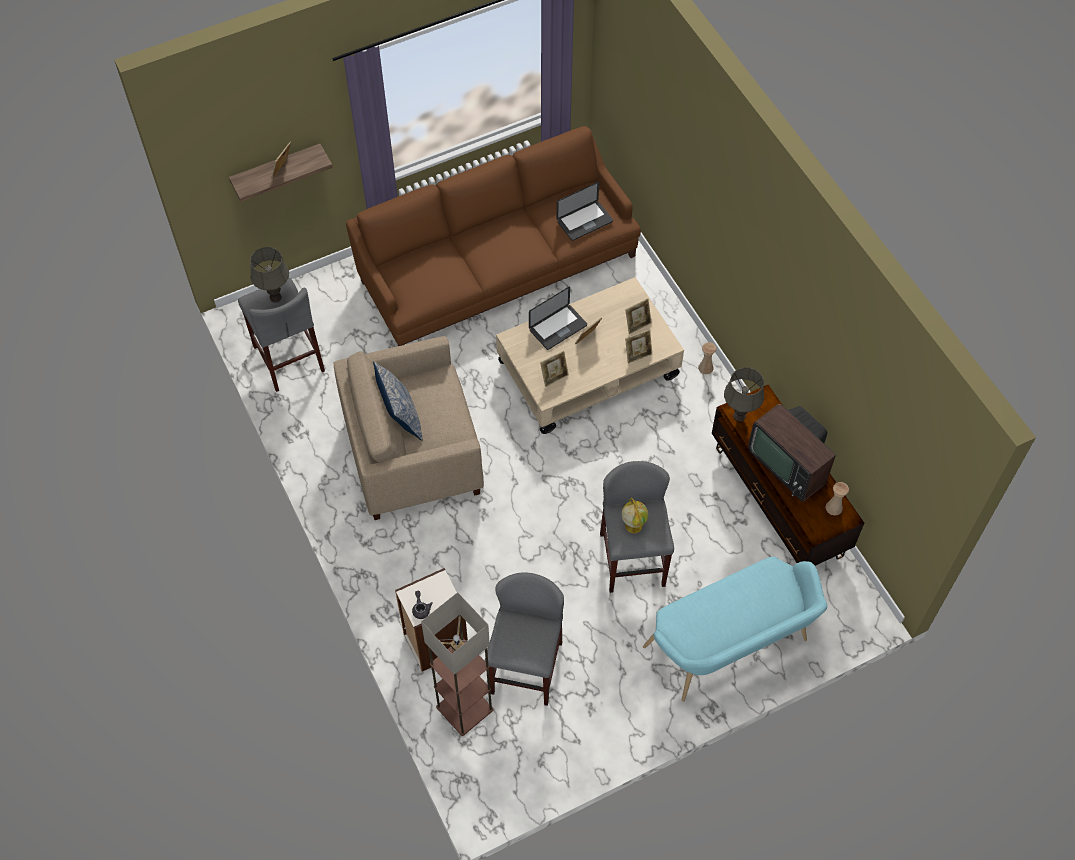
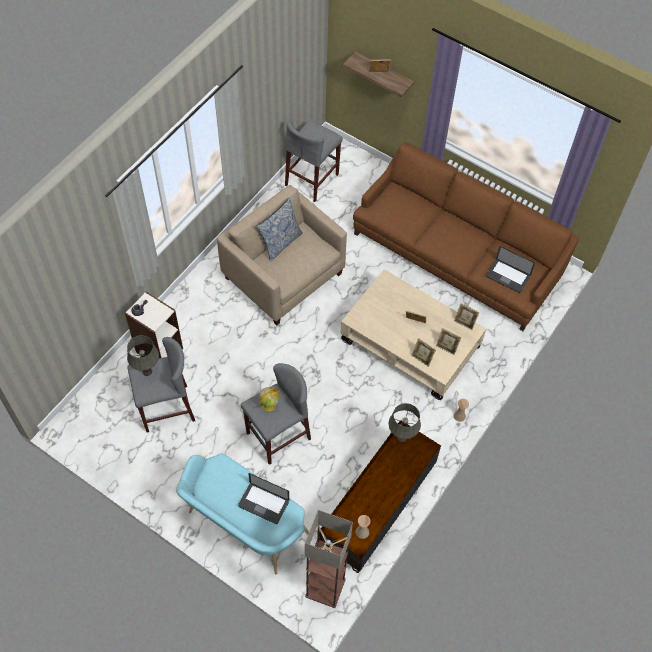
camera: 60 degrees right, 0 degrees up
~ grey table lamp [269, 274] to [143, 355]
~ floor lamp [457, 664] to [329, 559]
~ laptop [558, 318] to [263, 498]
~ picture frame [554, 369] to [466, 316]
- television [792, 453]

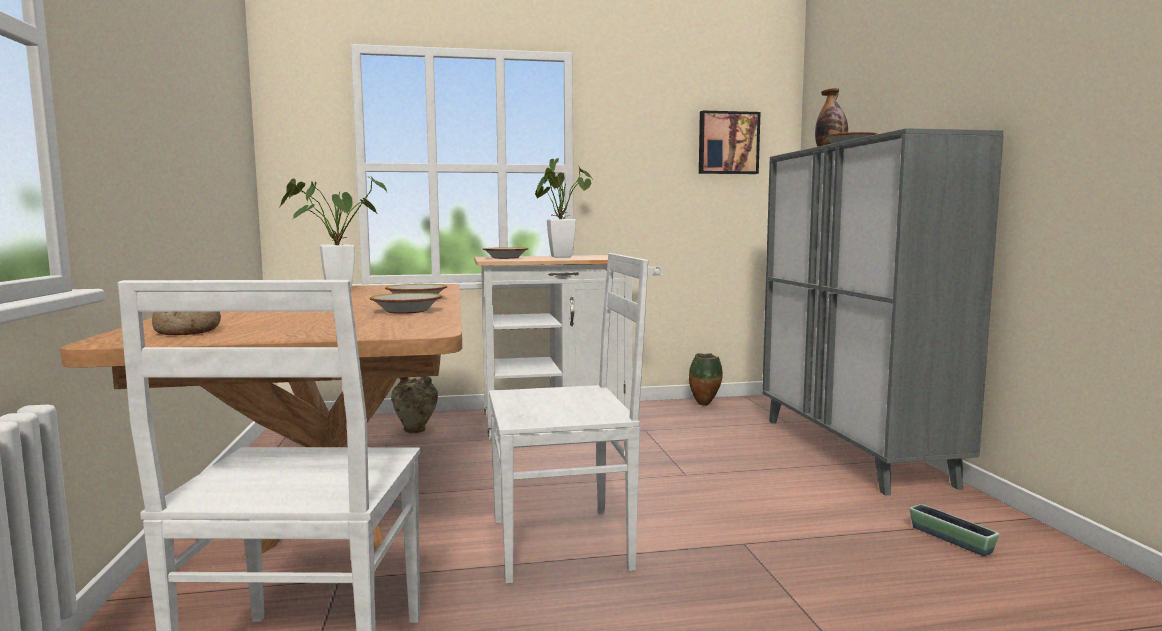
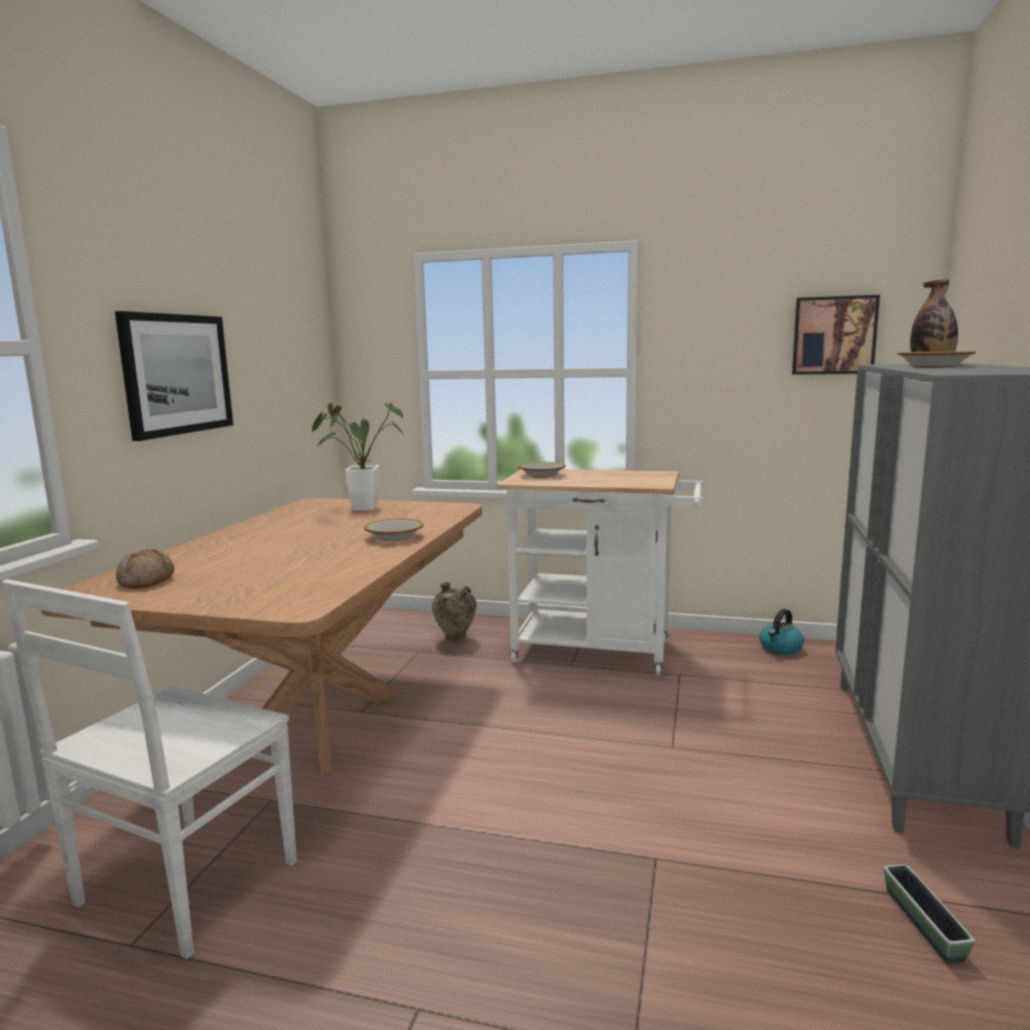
camera: 25 degrees right, 5 degrees up
- bowl [406, 303]
- white chair [568, 418]
- potted plant [564, 208]
~ vase [706, 379] to kettle [781, 632]
+ picture [174, 376]

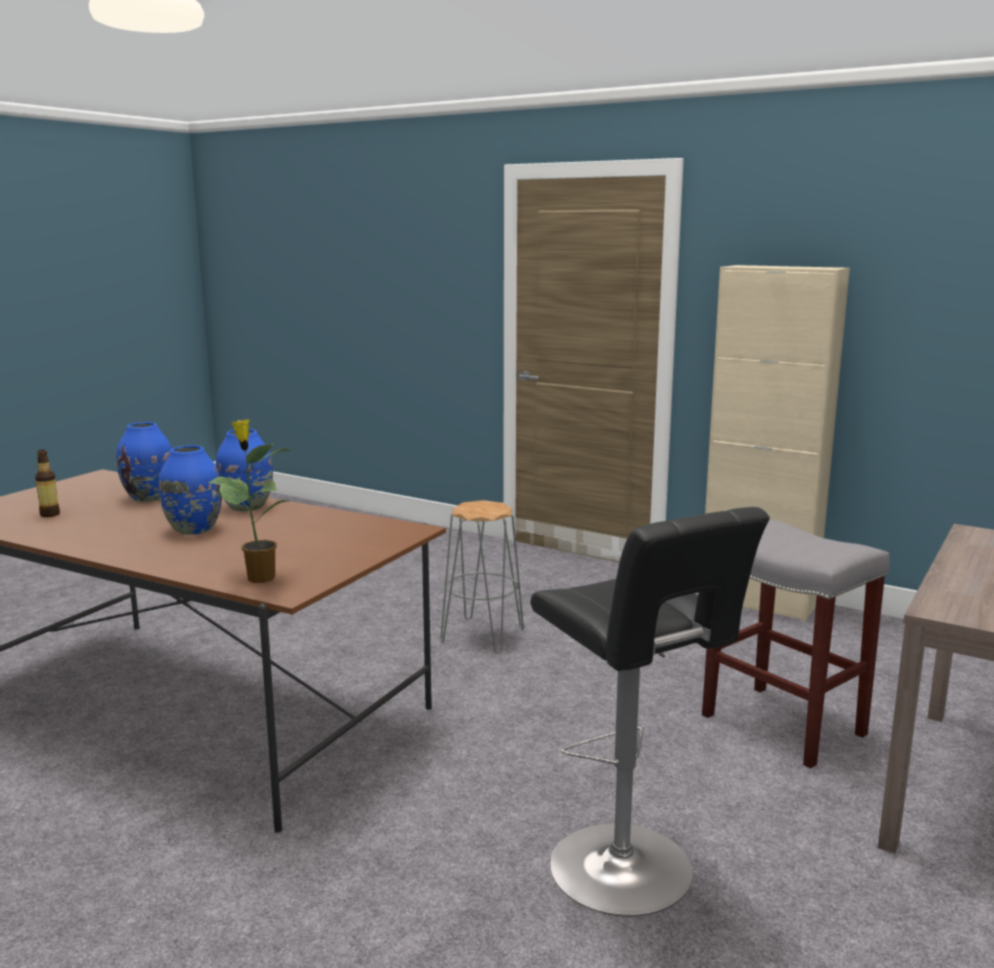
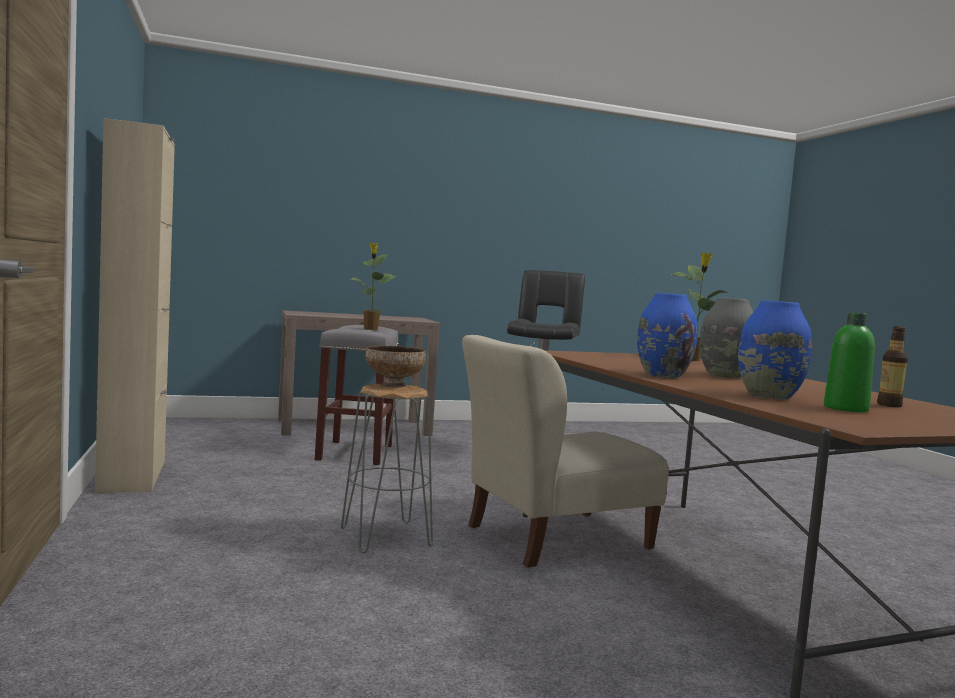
camera: 140 degrees left, 10 degrees down
~ blue vase [190, 490] to grey vase [726, 337]
+ potted plant [373, 286]
+ bowl [395, 366]
+ beige chair [565, 451]
+ green bottle [849, 362]

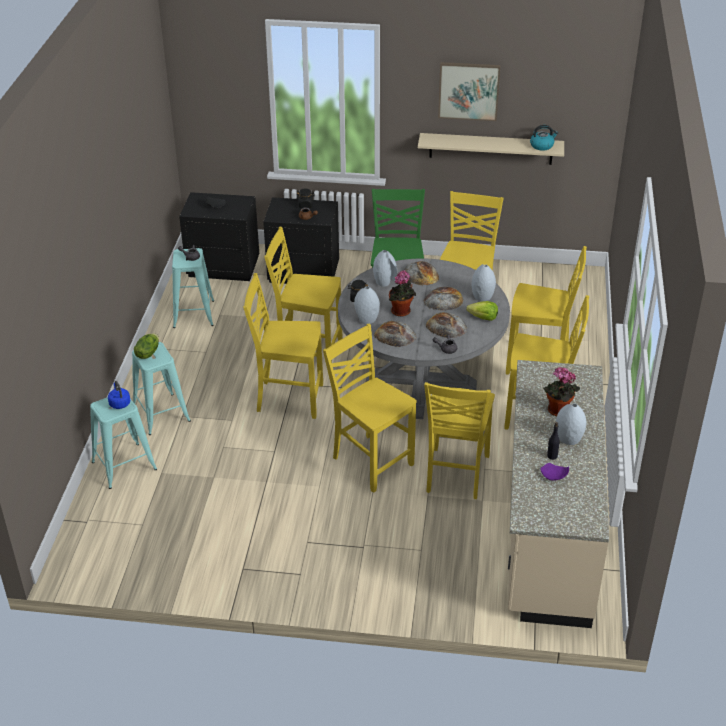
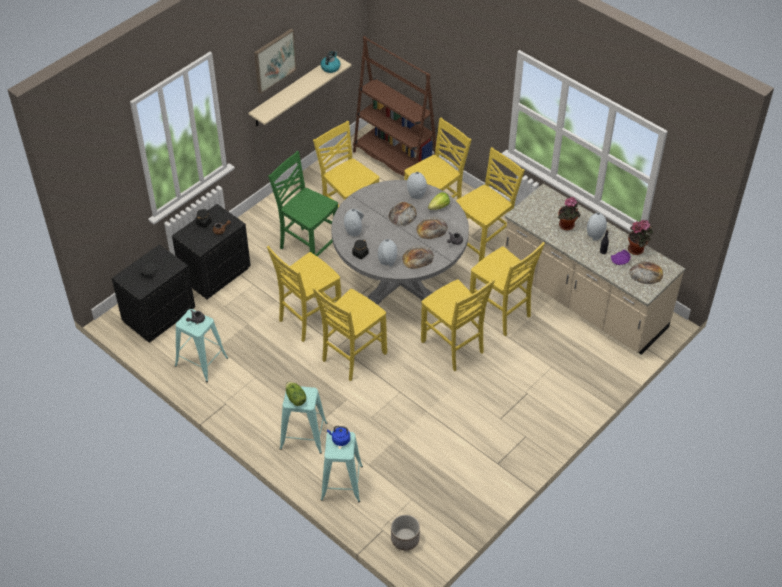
camera: 55 degrees left, 10 degrees up
~ yellow chair [370, 408] = [458, 324] 120 degrees counterclockwise
~ potted plant [402, 293] to [640, 237]
~ bread [421, 273] to [646, 272]
+ brown bookcase [394, 106]
+ planter [405, 532]

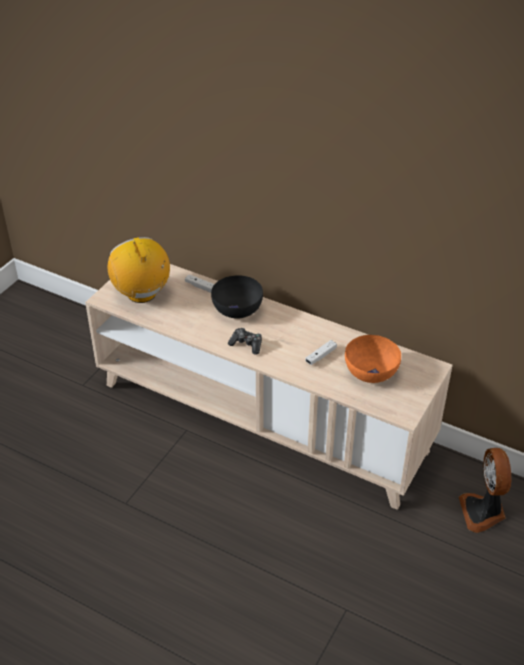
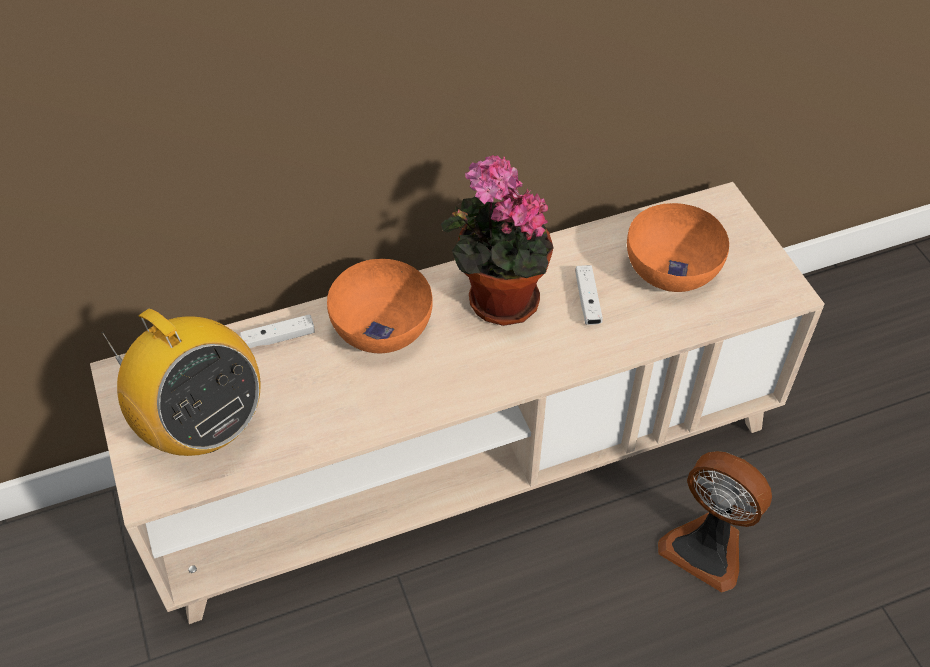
camera: 50 degrees left, 10 degrees up
~ radio [139, 270] = [181, 382] 150 degrees counterclockwise
~ black bowl [237, 297] to orange bowl [380, 306]
- game controller [245, 341]
~ fan [485, 490] to [715, 521]
+ potted plant [497, 240]

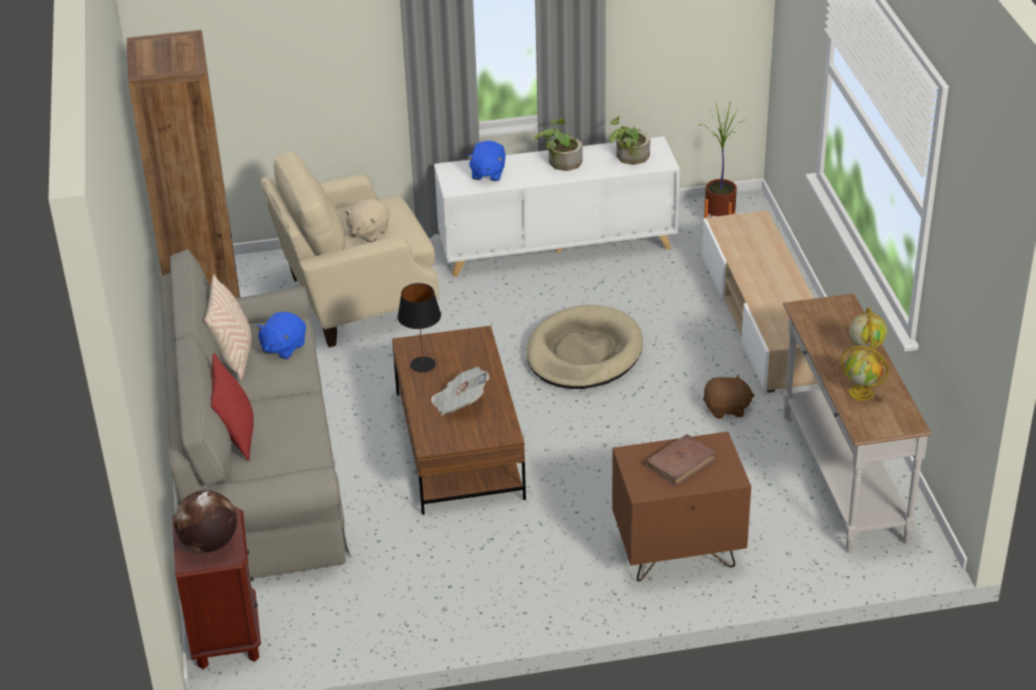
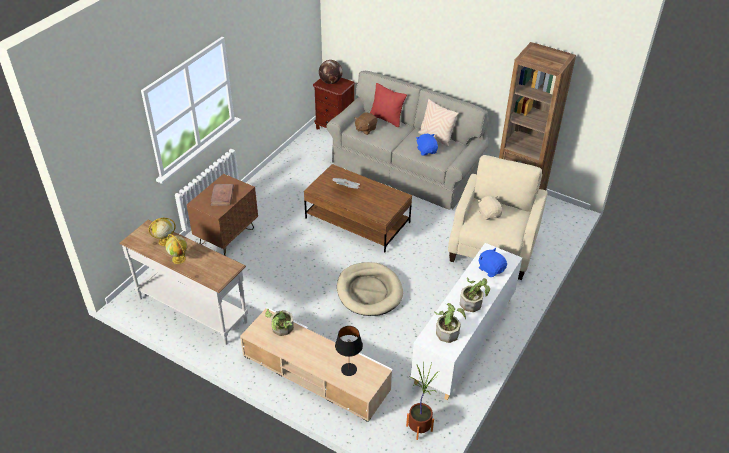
camera: 130 degrees right, 5 degrees up
~ black table lamp [419, 327] to [349, 351]
~ brown plush toy [729, 396] to [366, 124]
+ potted plant [279, 322]

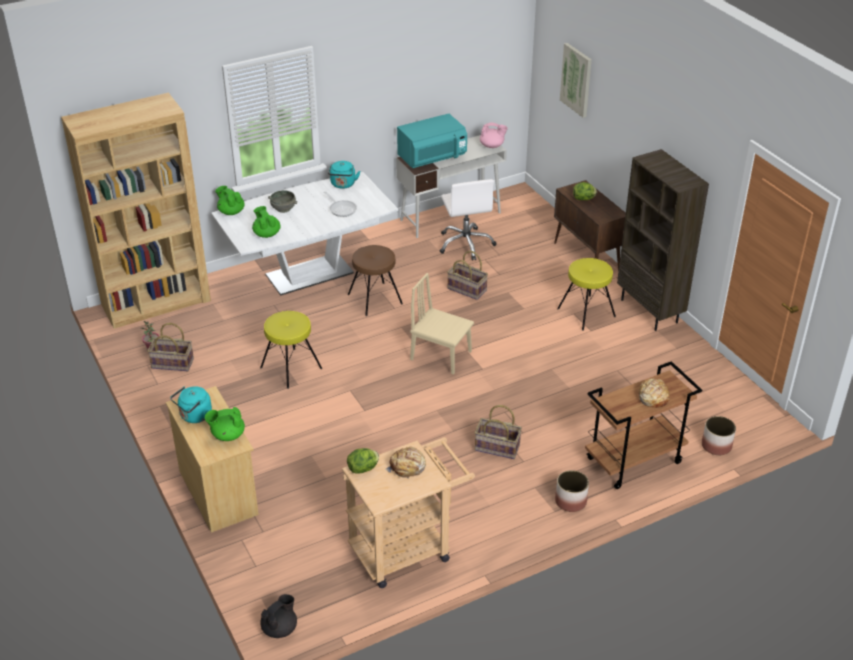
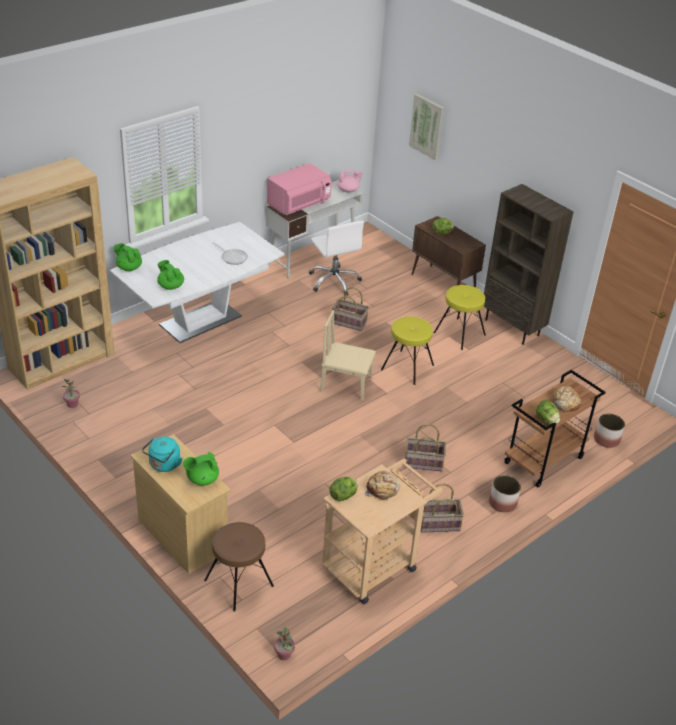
camera: 15 degrees left, 0 degrees up
~ basket [171, 347] to [442, 508]
~ yellow stool [291, 350] to [407, 351]
~ black teapot [278, 616] to potted plant [284, 643]
- grey bowl [282, 201]
- turquoise kettle [344, 175]
~ brown stool [375, 280] to [239, 566]
~ turquoise microwave [432, 141] to pink microwave [299, 189]
+ lettuce [548, 412]

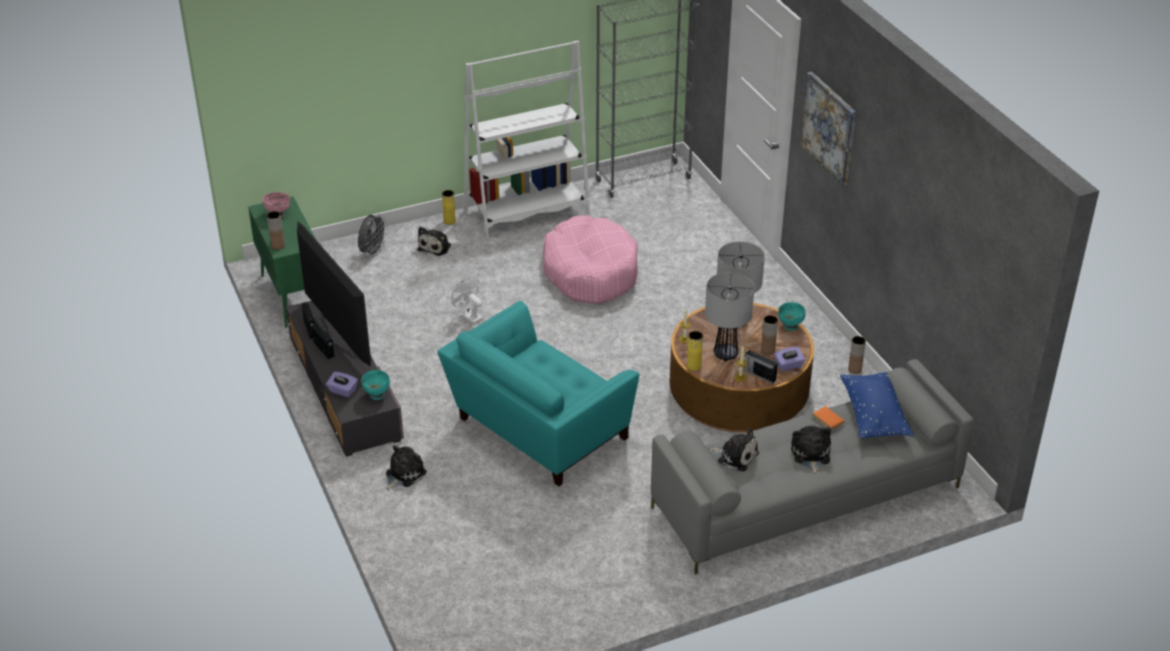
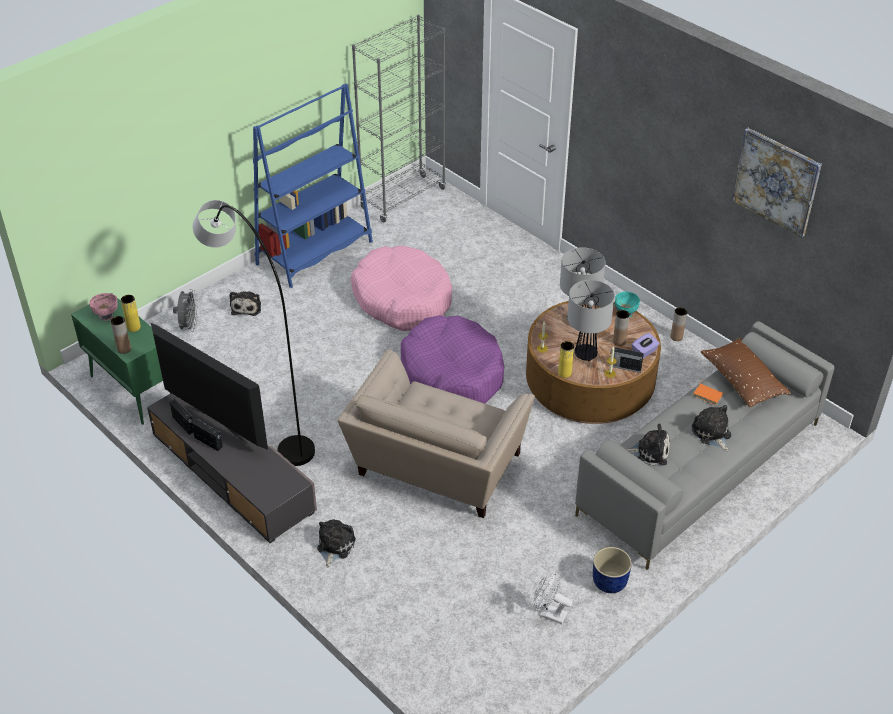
camera: 20 degrees left, 5 degrees up
- purple tissue box [342, 384]
- turquoise bowl [375, 385]
~ turquoise armchair [538, 393] to beige armchair [436, 433]
~ yellow vase [449, 207] to [131, 313]
~ white fan [467, 300] to [552, 598]
~ white bookcase [527, 140] to blue bookcase [313, 186]
~ picture [828, 129] to [777, 183]
~ blue pillow [877, 405] to brown pillow [746, 372]
+ grey floor lamp [254, 333]
+ purple dog bed [452, 359]
+ blue planter [612, 570]

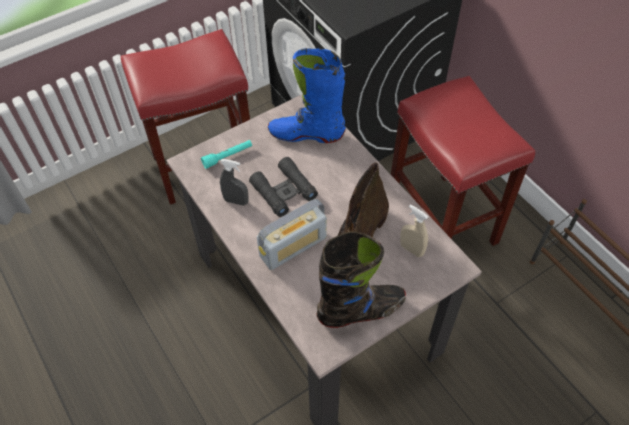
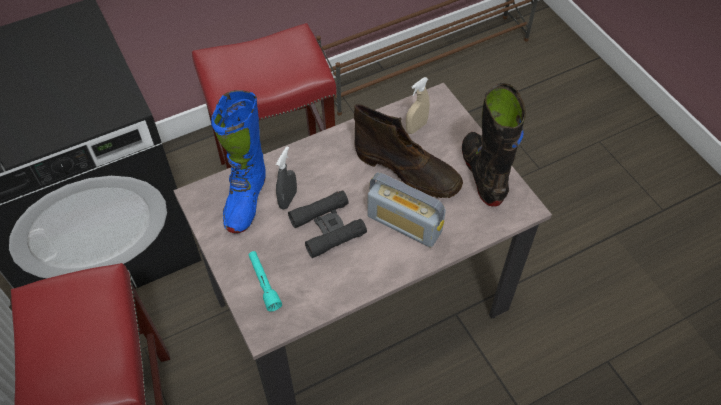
camera: 85 degrees left, 0 degrees up
~ grey spray bottle [234, 182] to [286, 177]
~ radio [292, 234] = [406, 210] 150 degrees clockwise

